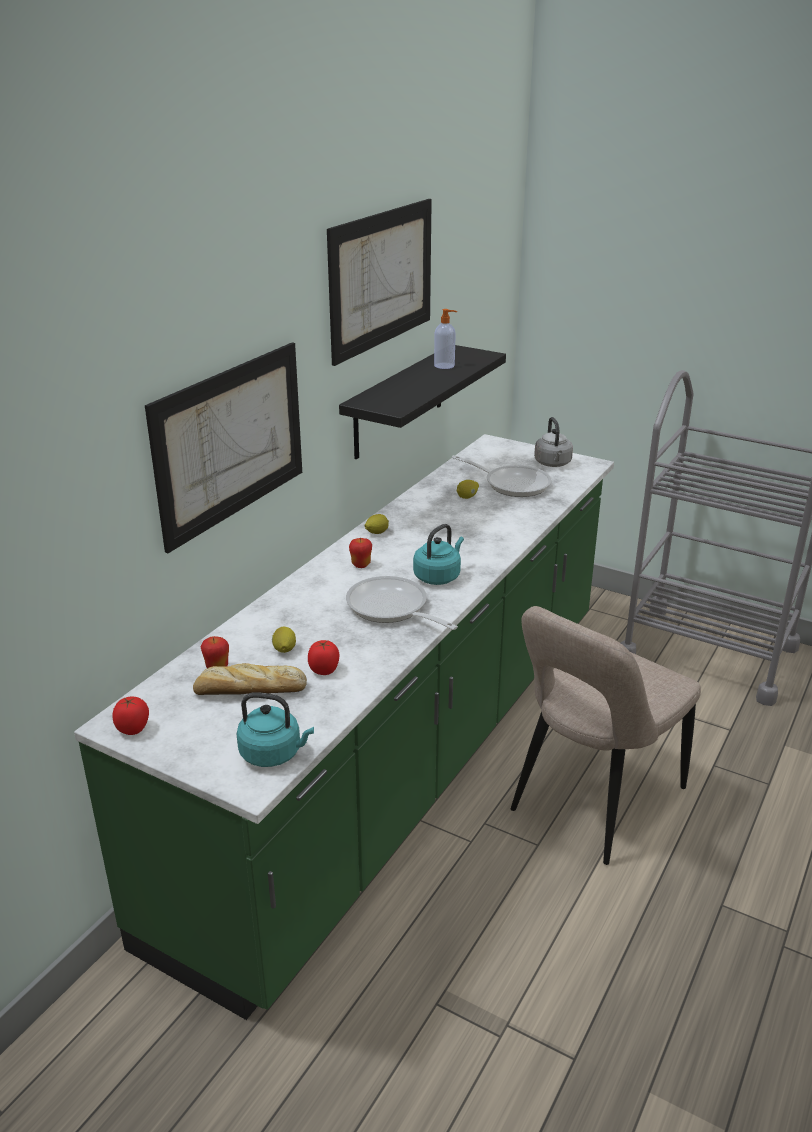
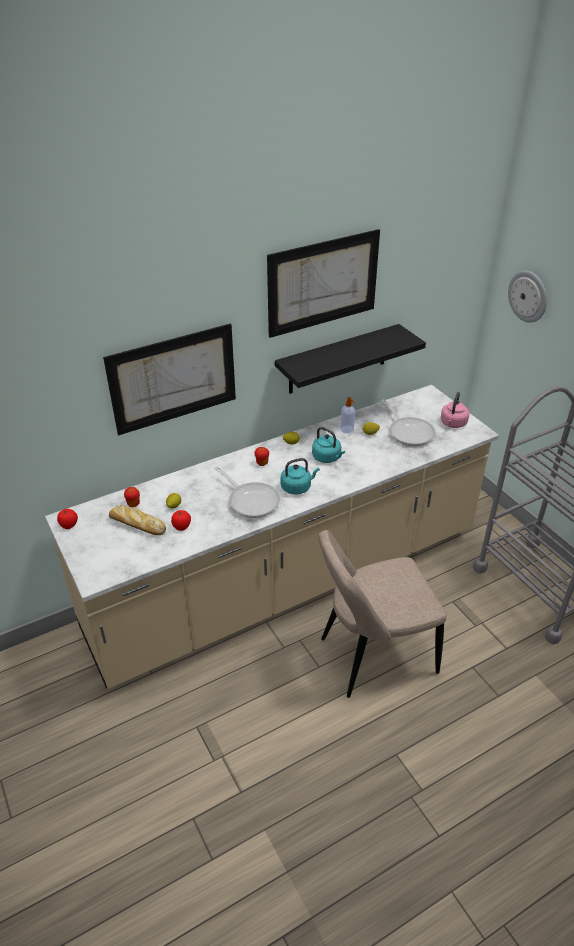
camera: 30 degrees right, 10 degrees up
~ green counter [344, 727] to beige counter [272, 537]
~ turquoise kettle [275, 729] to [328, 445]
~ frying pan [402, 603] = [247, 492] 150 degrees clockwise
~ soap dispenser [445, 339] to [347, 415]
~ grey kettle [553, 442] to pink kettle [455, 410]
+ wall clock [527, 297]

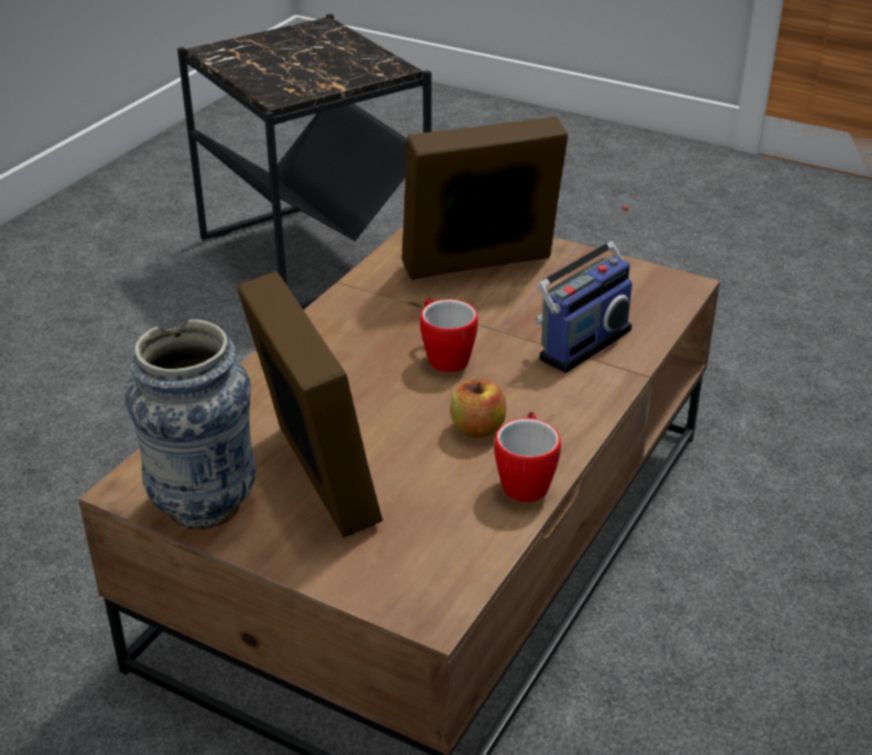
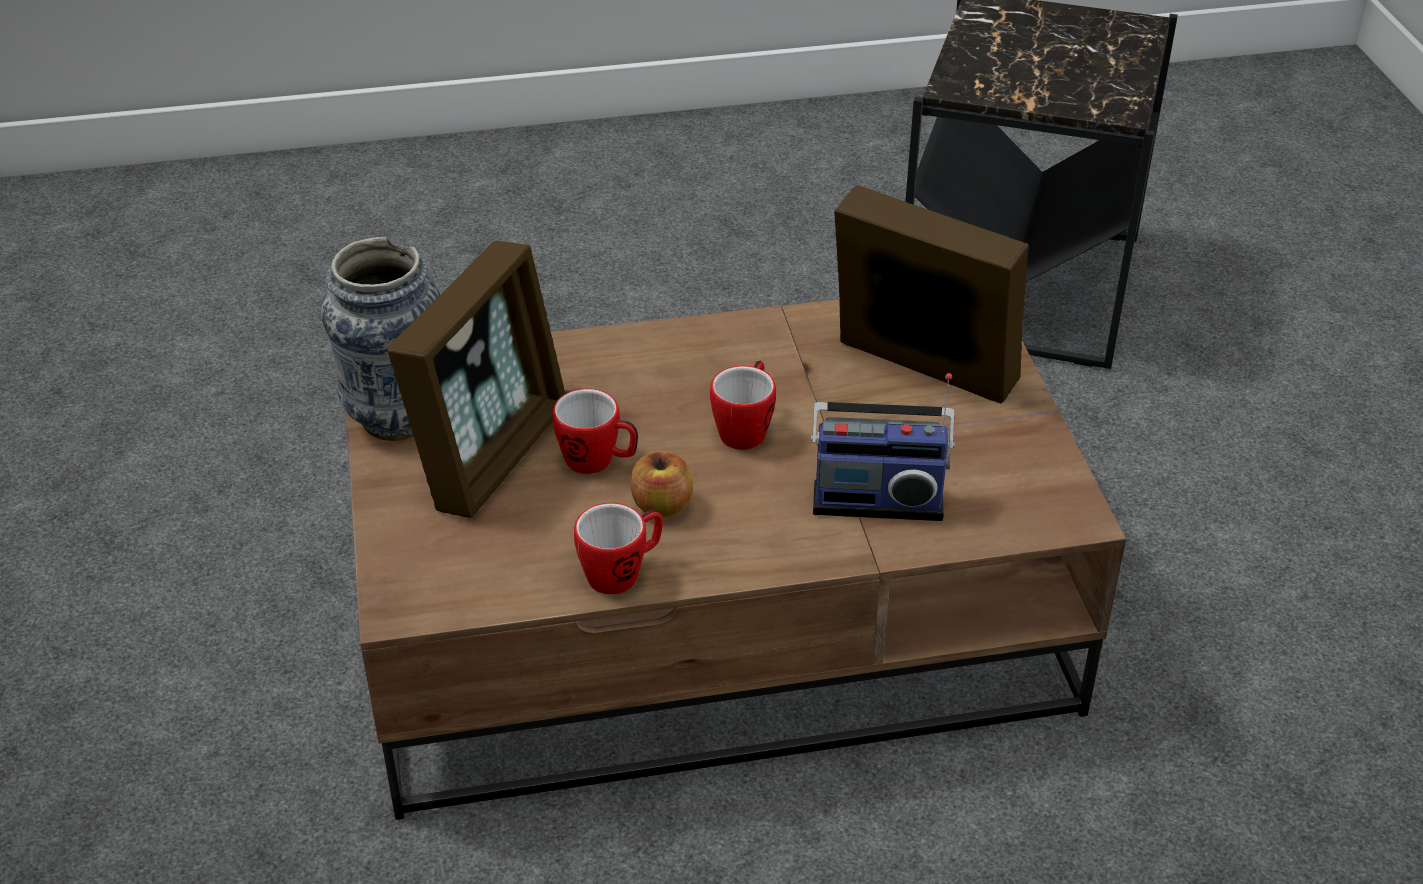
camera: 50 degrees right, 5 degrees up
+ mug [595, 431]

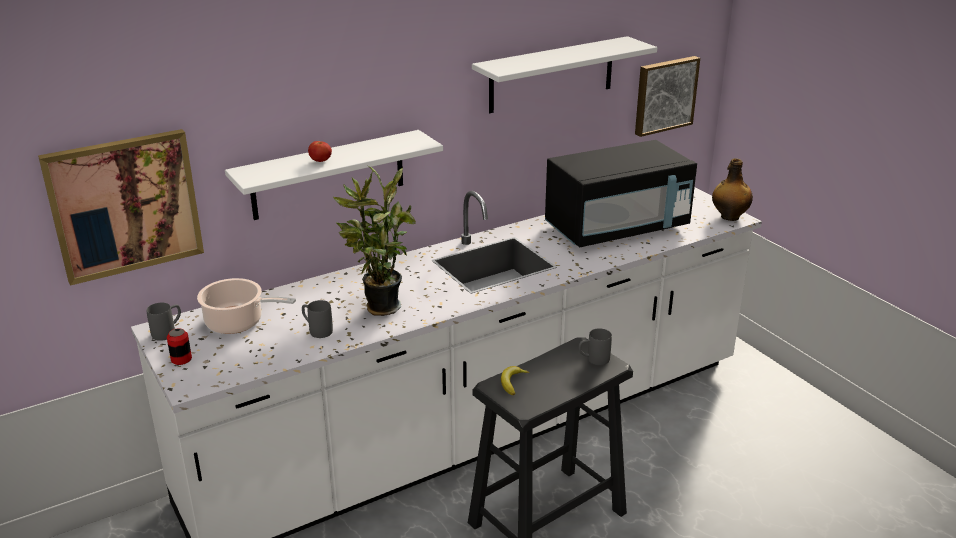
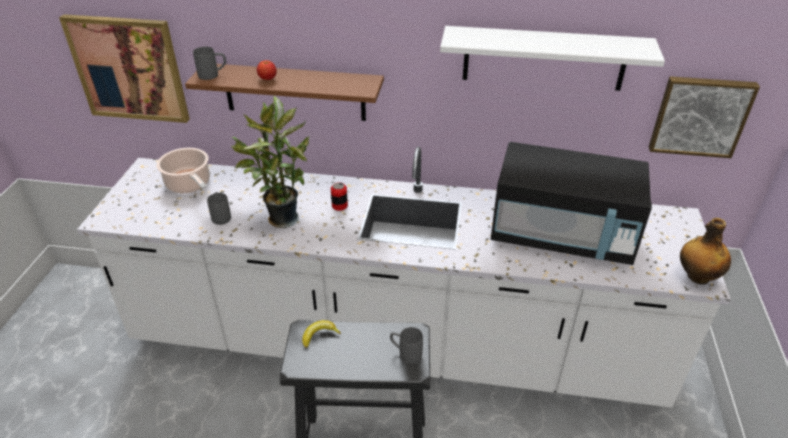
camera: 40 degrees right, 10 degrees up
~ grey mug [163, 322] to [209, 63]
~ can [179, 347] to [339, 196]
~ white shelf [334, 175] to brown shelf [284, 92]

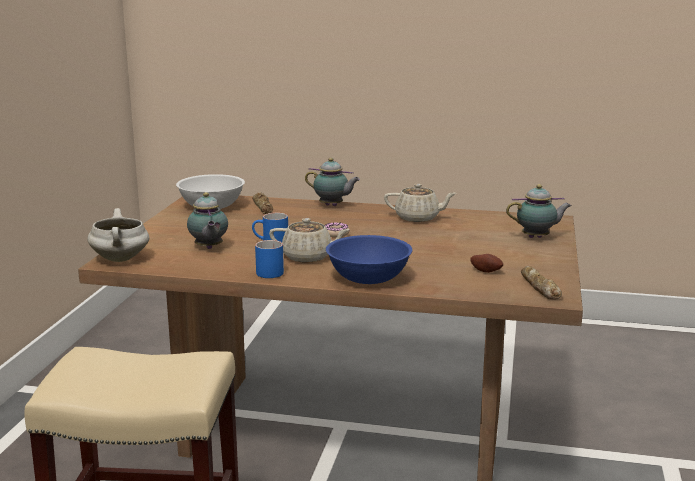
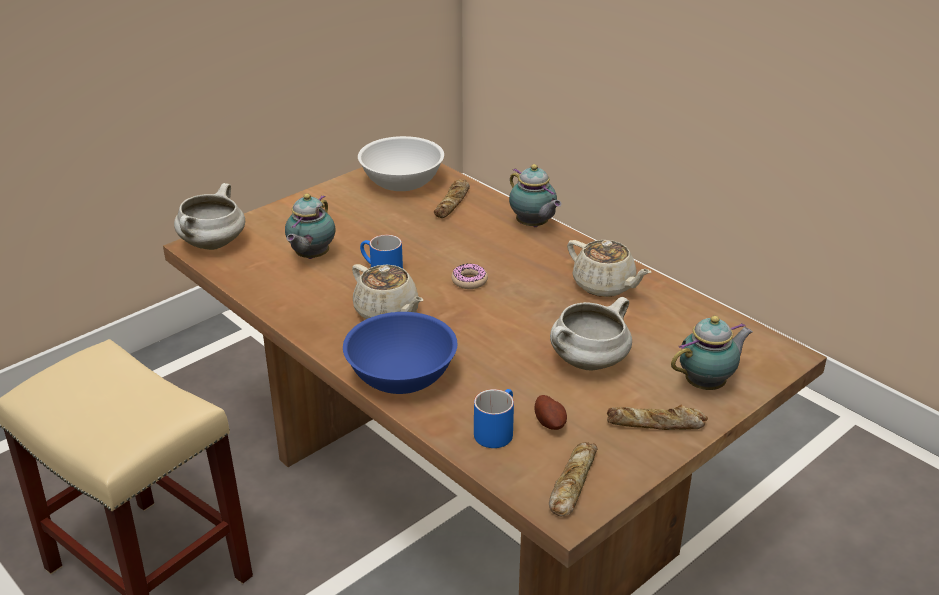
camera: 35 degrees right, 15 degrees up
~ blue mug [269, 259] to [494, 418]
~ teapot [538, 211] = [712, 353] 60 degrees counterclockwise
+ white cooking pot [591, 334]
+ bread [657, 417]

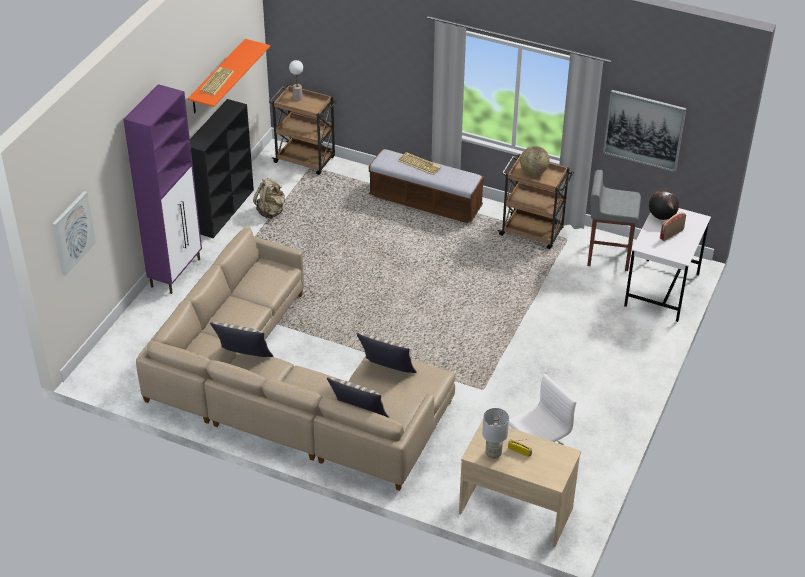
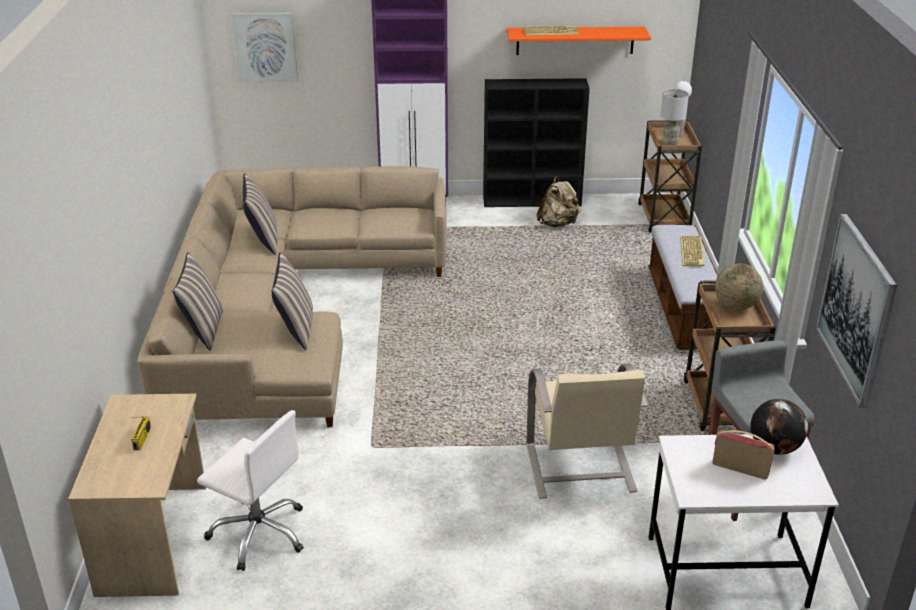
camera: 65 degrees right, 10 degrees down
~ grey table lamp [495, 433] to [674, 117]
+ beige armchair [587, 431]

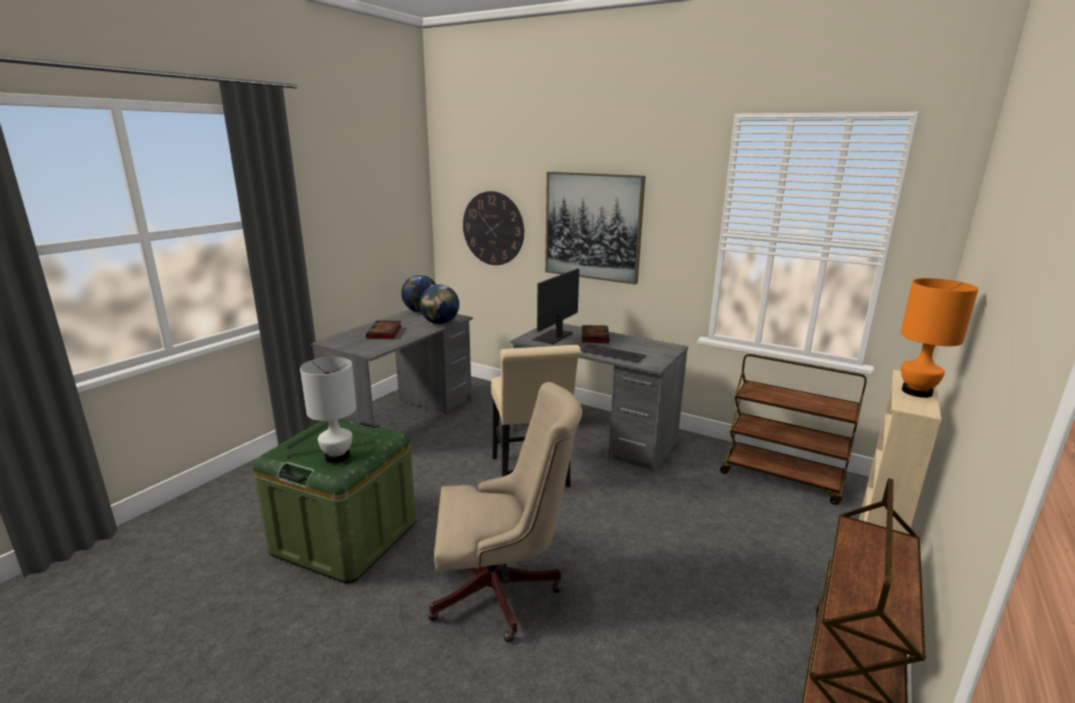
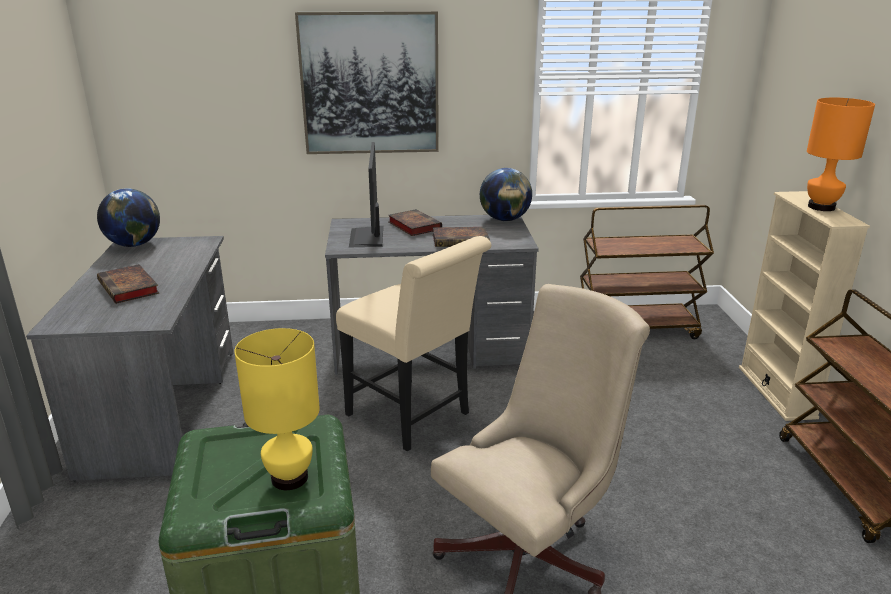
camera: 35 degrees left, 5 degrees up
~ white table lamp [328, 410] to yellow table lamp [277, 409]
~ globe [439, 304] to [506, 194]
- wall clock [493, 228]
~ keyboard [613, 353] to book [461, 237]

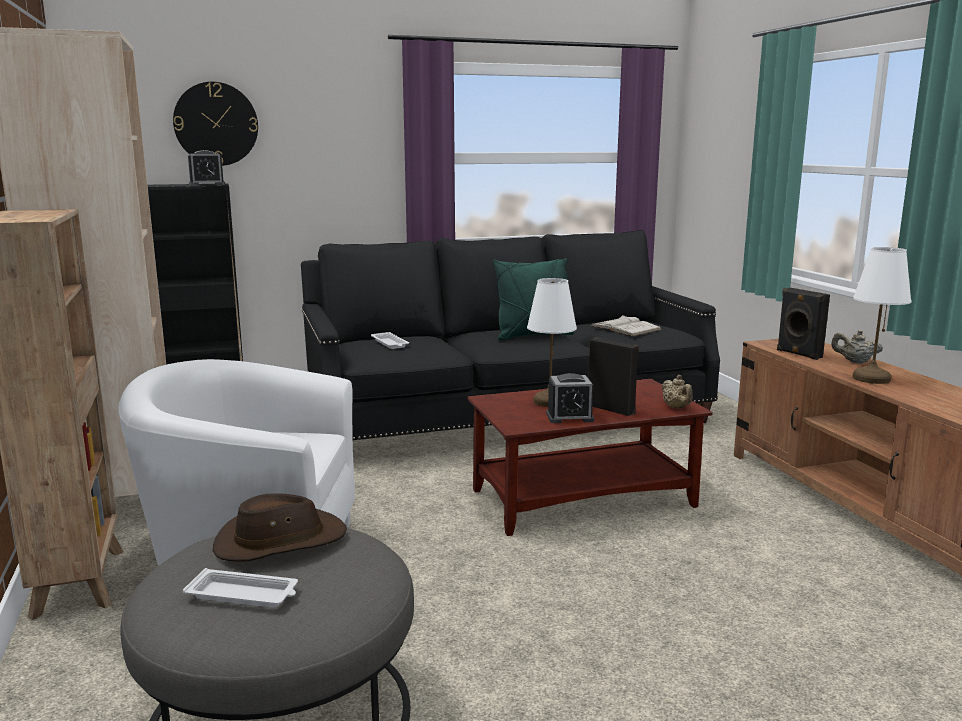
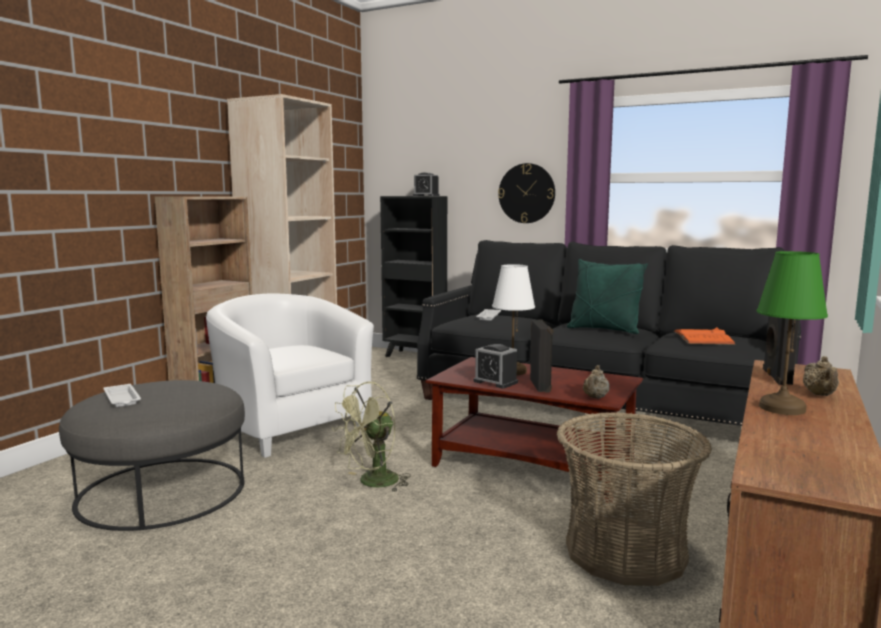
camera: 45 degrees right, 5 degrees down
~ wall clock [215, 124] to [526, 193]
- brown hat [280, 527]
~ white book [626, 325] to orange book [705, 336]
~ beige teapot [857, 347] = [821, 376] 150 degrees counterclockwise
~ white table lamp [882, 315] to green table lamp [792, 333]
+ green fan [371, 436]
+ basket [634, 499]

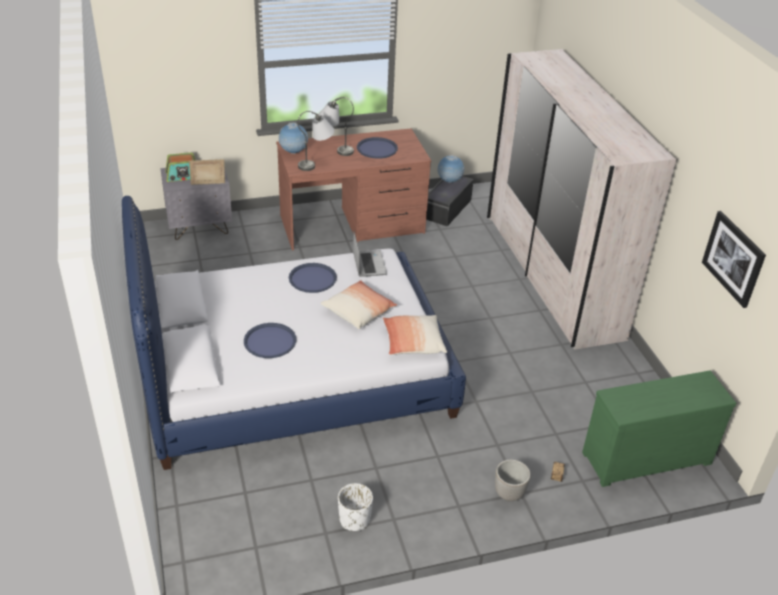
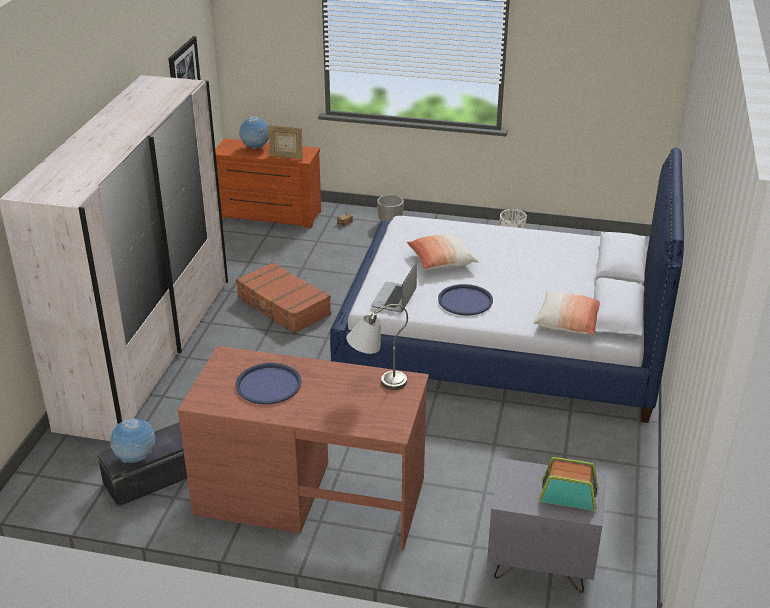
camera: 150 degrees left, 5 degrees down
~ picture frame [207, 172] to [285, 142]
- blue tray [270, 340]
~ globe [293, 138] to [254, 132]
- grey table lamp [336, 126]
~ pillow [415, 335] to [566, 313]
~ green dresser [659, 429] to brown dresser [268, 183]
+ brown suitcase [283, 298]

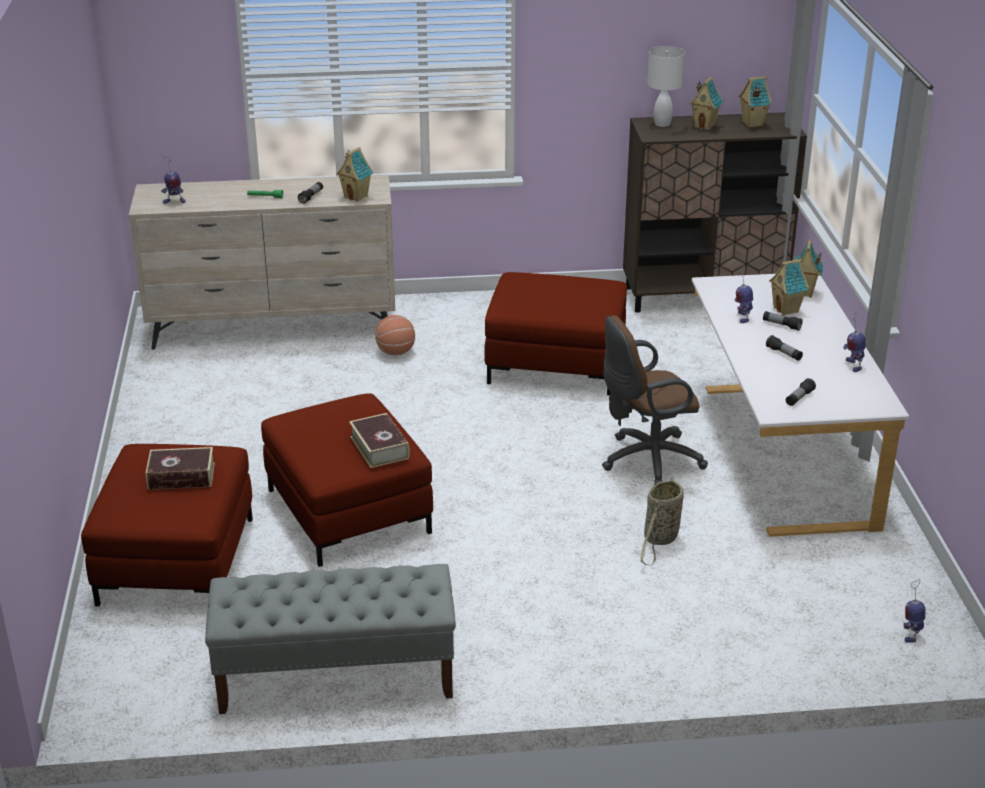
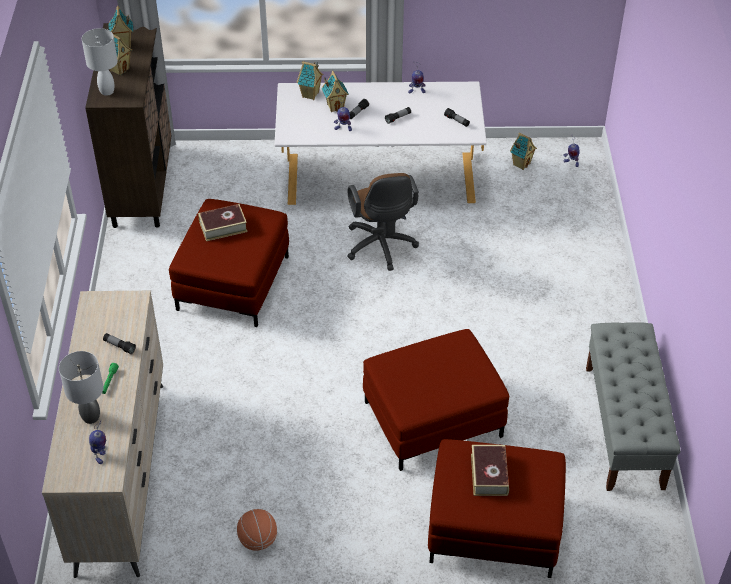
camera: 85 degrees left, 15 degrees up
~ toy house [355, 174] to [523, 151]
~ book [379, 440] to [223, 222]
~ basketball [395, 335] to [257, 530]
- basket [662, 521]
+ grey table lamp [81, 387]

